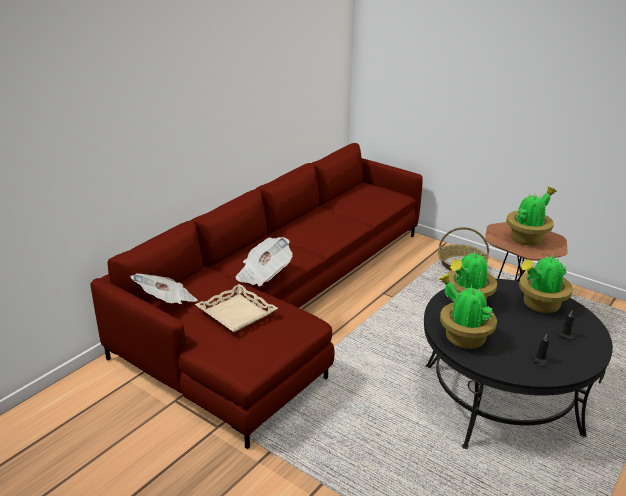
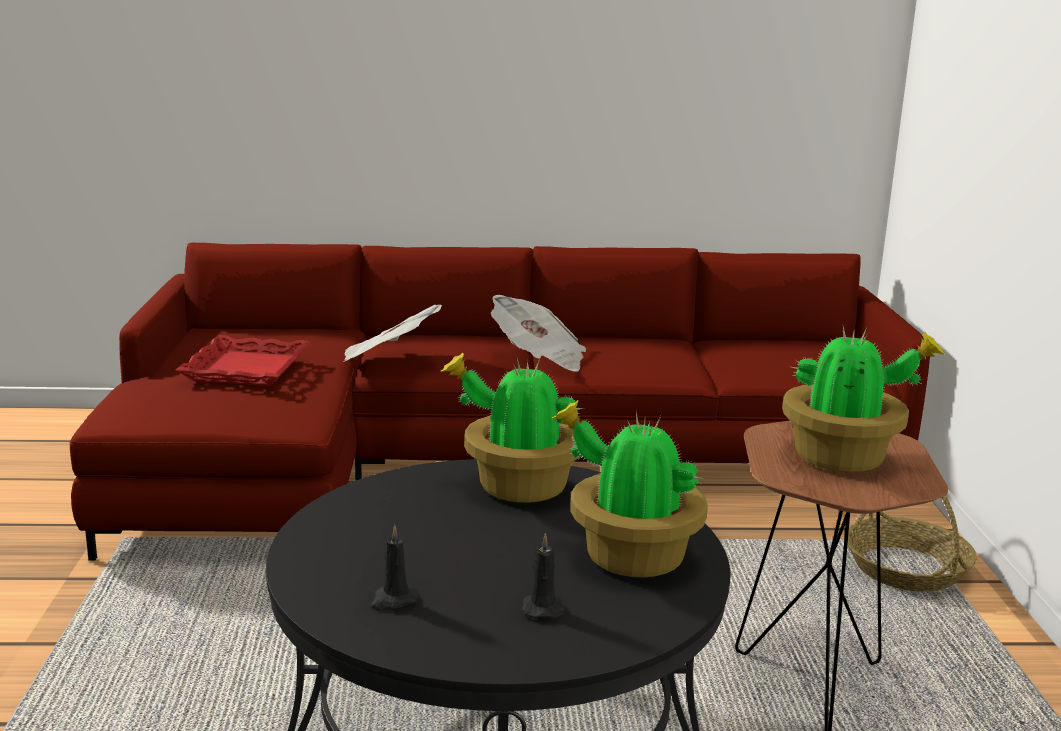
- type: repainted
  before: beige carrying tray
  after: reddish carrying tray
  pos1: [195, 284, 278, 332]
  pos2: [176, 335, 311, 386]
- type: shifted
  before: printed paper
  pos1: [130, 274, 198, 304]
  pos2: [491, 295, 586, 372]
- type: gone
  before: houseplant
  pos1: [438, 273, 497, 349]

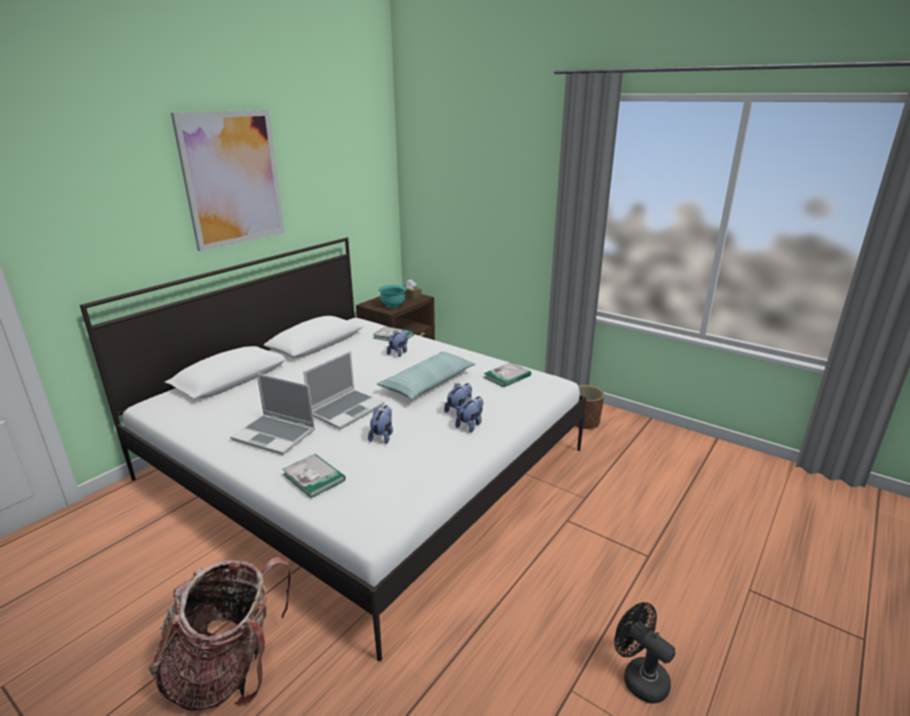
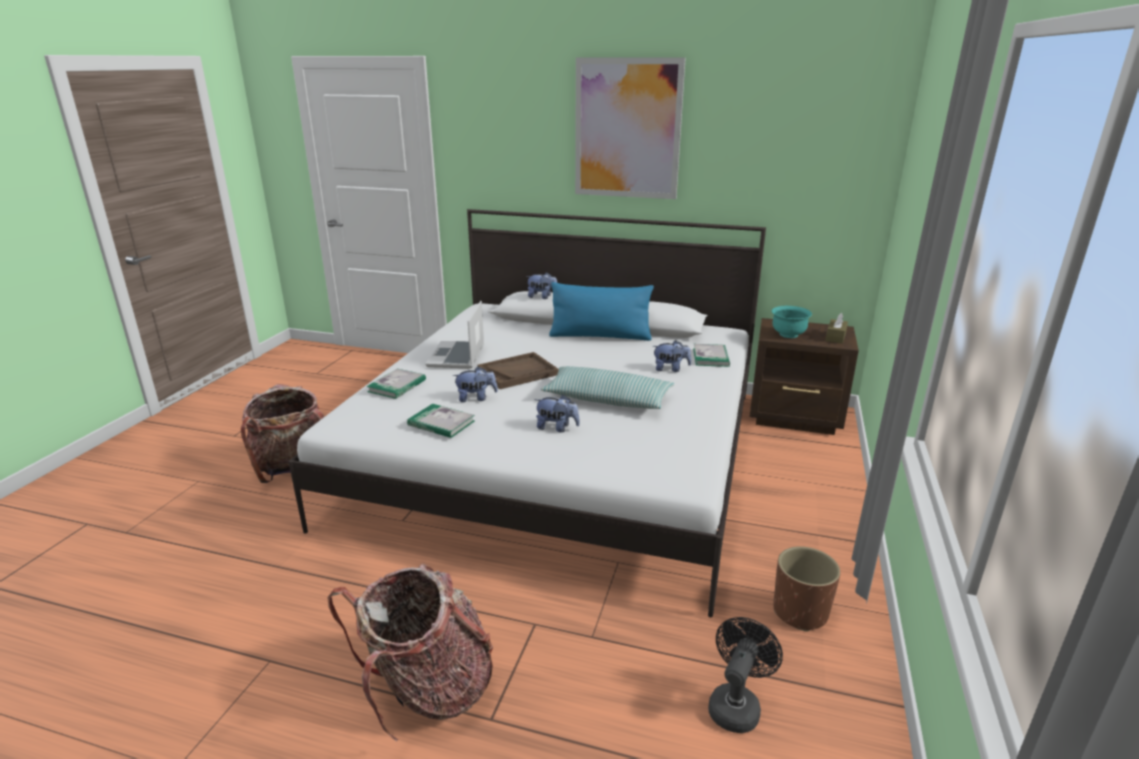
- type: new
  after: knapsack
  pos2: [327, 563, 493, 742]
- type: shifted
  before: book
  pos1: [484, 362, 531, 387]
  pos2: [407, 404, 475, 438]
- type: swapped
  before: notebook computer
  after: brown-coloured carrying tray
  pos1: [303, 351, 385, 429]
  pos2: [477, 352, 559, 389]
- type: shifted
  before: plush toy
  pos1: [455, 396, 483, 433]
  pos2: [526, 272, 557, 299]
- type: new
  after: blue throw pillow
  pos2: [549, 282, 654, 341]
- type: shifted
  before: blackish electric fan
  pos1: [614, 602, 675, 704]
  pos2: [708, 617, 783, 733]

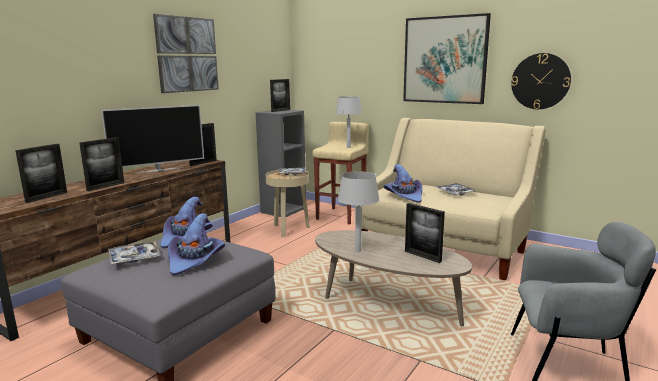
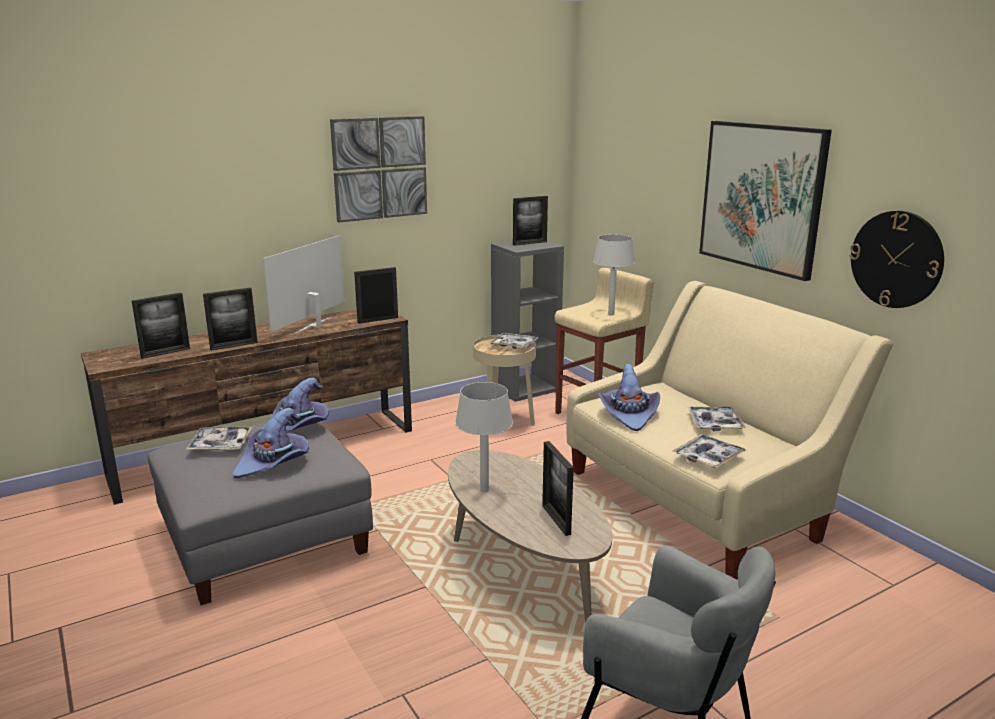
- type: rotated
  before: television
  pos1: [101, 105, 204, 173]
  pos2: [263, 235, 345, 334]
  turn: 120
- type: new
  after: carrying tray
  pos2: [673, 434, 746, 468]

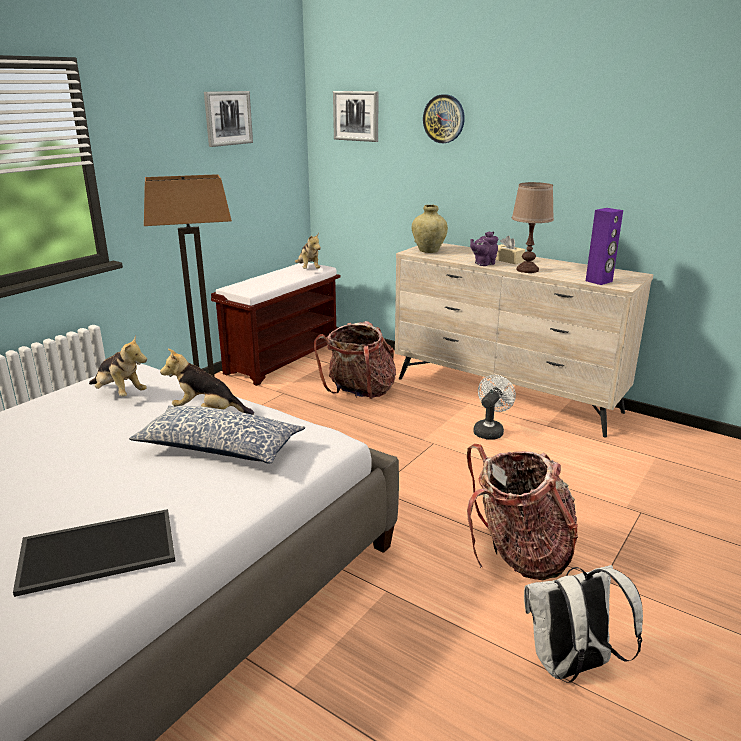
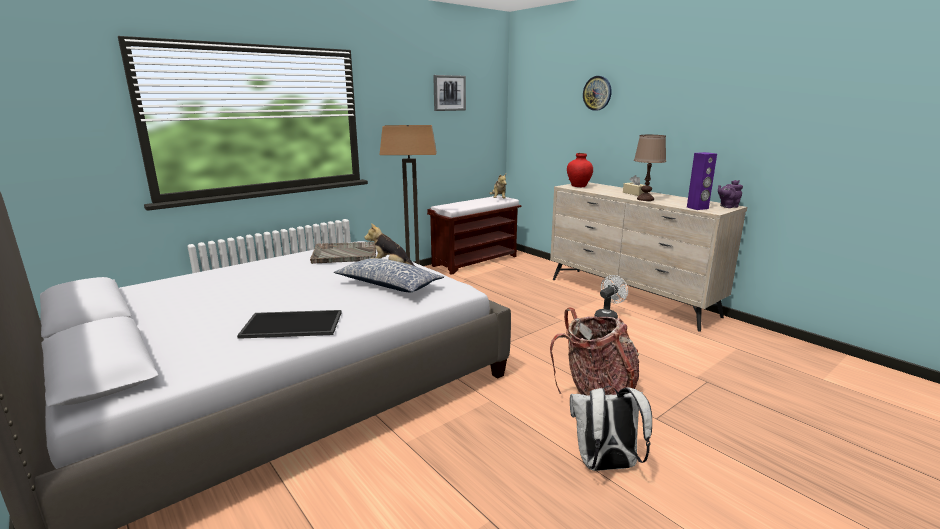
- type: swapped
  before: plush toy
  after: greyish carrying tray
  pos1: [89, 335, 147, 397]
  pos2: [310, 242, 376, 264]
- type: repainted
  before: beige vase
  after: reddish vase
  pos1: [412, 205, 448, 253]
  pos2: [567, 153, 593, 187]
- type: shifted
  before: purple pot for tea
  pos1: [470, 231, 498, 266]
  pos2: [718, 180, 743, 208]
- type: gone
  before: knapsack
  pos1: [314, 321, 396, 399]
- type: gone
  before: wall art
  pos1: [333, 91, 378, 142]

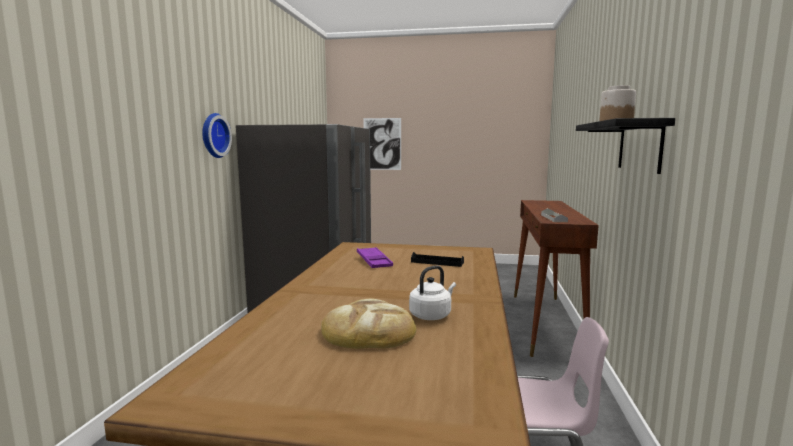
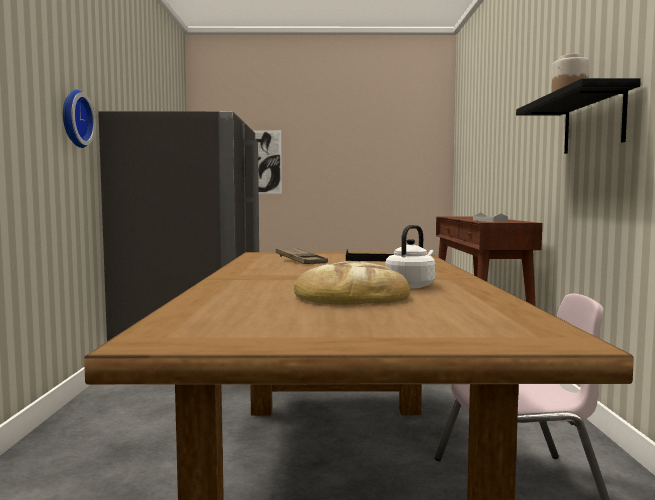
- type: repainted
  before: purple carrying tray
  after: brown-coloured carrying tray
  pos1: [357, 247, 393, 268]
  pos2: [276, 248, 328, 264]

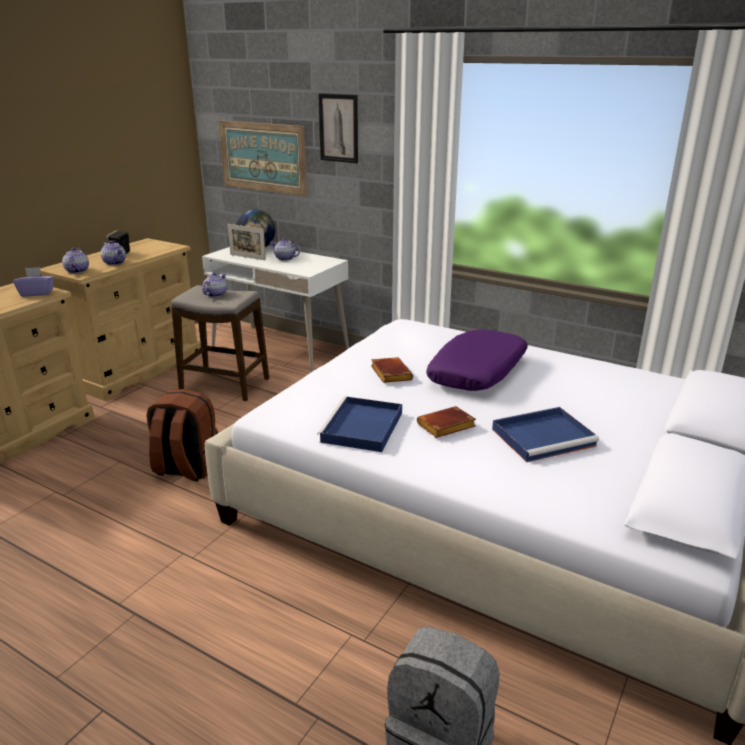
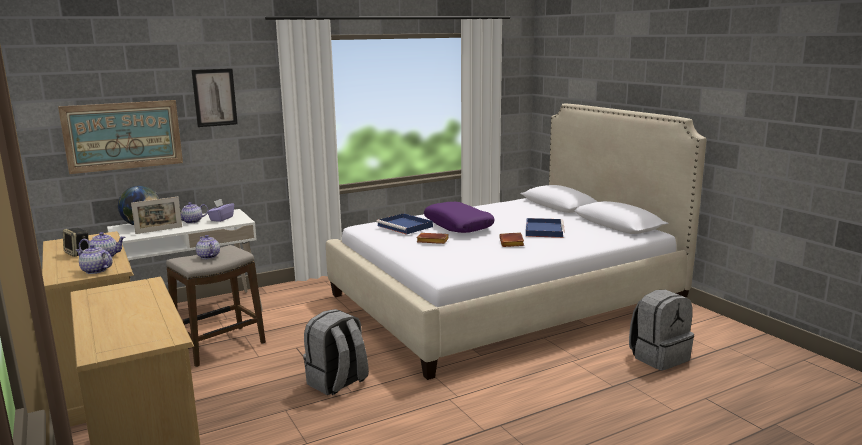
- type: shifted
  before: purple box of tissues
  pos1: [13, 267, 54, 297]
  pos2: [207, 199, 234, 222]
- type: repainted
  before: brown-coloured knapsack
  after: greyish knapsack
  pos1: [147, 389, 218, 482]
  pos2: [304, 309, 369, 395]
- type: shifted
  before: blue carrying tray
  pos1: [317, 396, 402, 452]
  pos2: [376, 213, 433, 235]

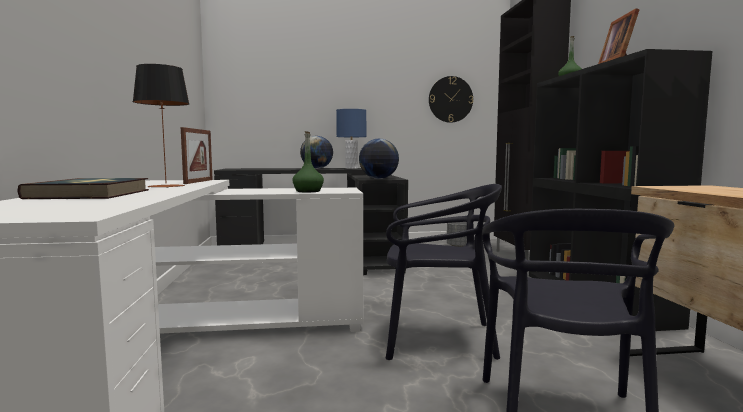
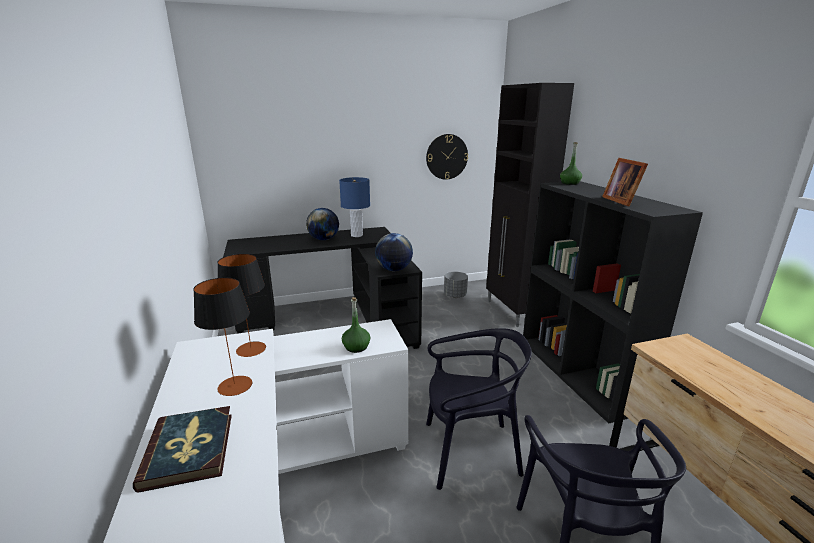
- type: swapped
  before: picture frame
  after: tabletop lamp
  pos1: [181, 127, 213, 184]
  pos2: [217, 254, 266, 357]

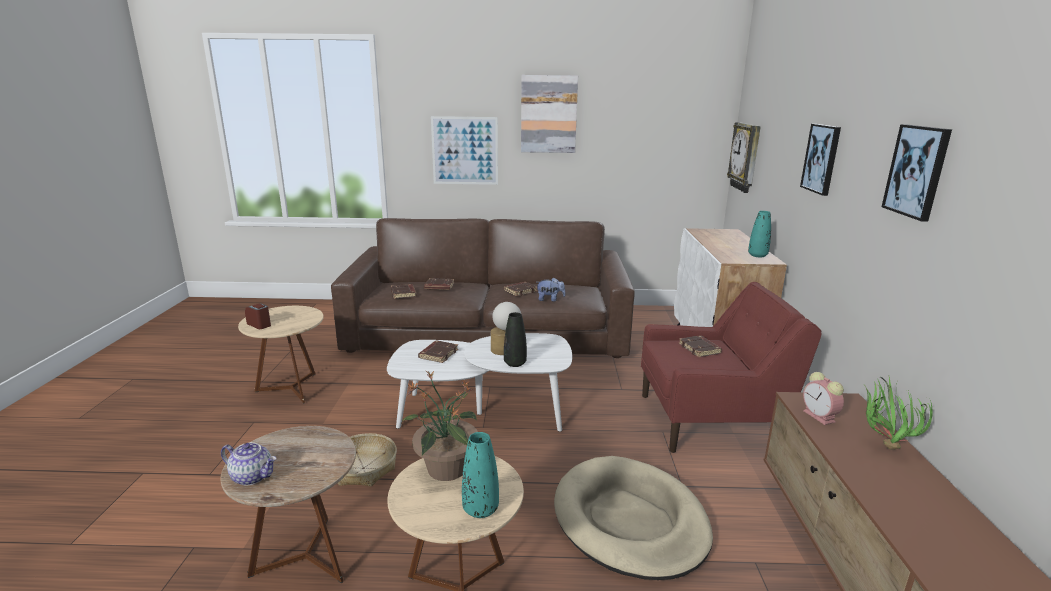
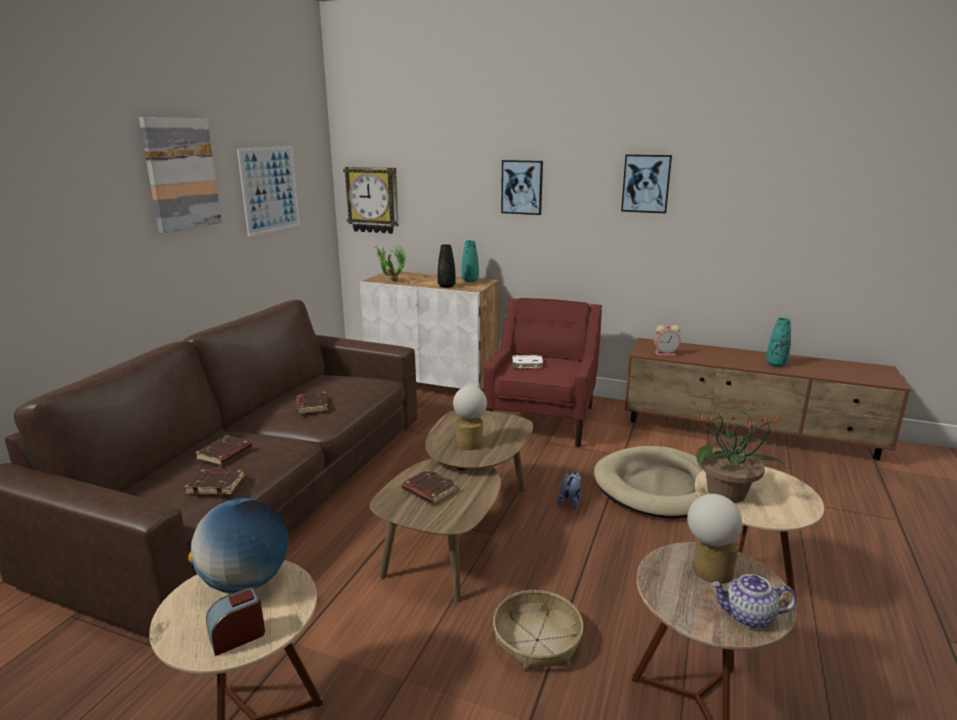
- type: new
  after: world globe
  pos2: [188, 498, 288, 593]
- type: shifted
  before: wall art
  pos1: [431, 116, 498, 185]
  pos2: [237, 146, 300, 236]
- type: repainted
  before: white low table
  after: brown-coloured low table
  pos1: [387, 333, 572, 432]
  pos2: [370, 410, 533, 602]
- type: shifted
  before: houseplant
  pos1: [863, 377, 933, 450]
  pos2: [374, 244, 406, 281]
- type: shifted
  before: blackish vase
  pos1: [504, 312, 527, 367]
  pos2: [438, 244, 456, 288]
- type: repainted
  before: brown-coloured book
  after: white book
  pos1: [679, 335, 722, 357]
  pos2: [512, 355, 544, 369]
- type: shifted
  before: plush toy
  pos1: [537, 277, 565, 302]
  pos2: [557, 471, 581, 509]
- type: new
  after: tabletop lamp
  pos2: [687, 494, 742, 584]
- type: rotated
  before: pot for tea
  pos1: [221, 442, 276, 486]
  pos2: [711, 574, 796, 628]
  turn: -120
- type: shifted
  before: turquoise vase
  pos1: [462, 432, 499, 518]
  pos2: [766, 318, 791, 367]

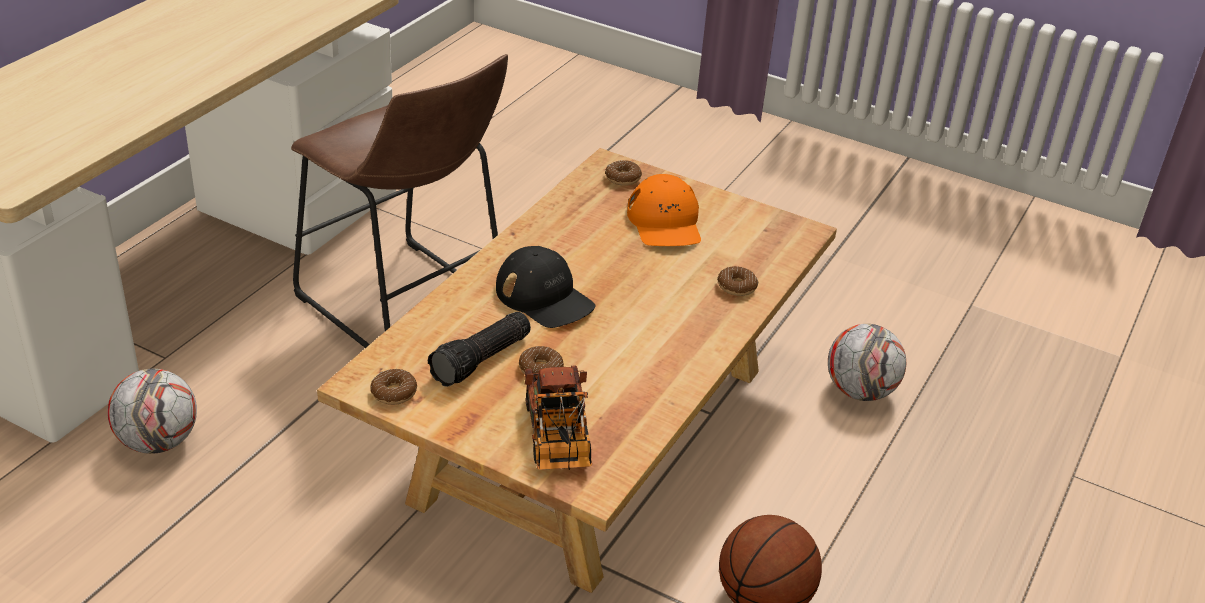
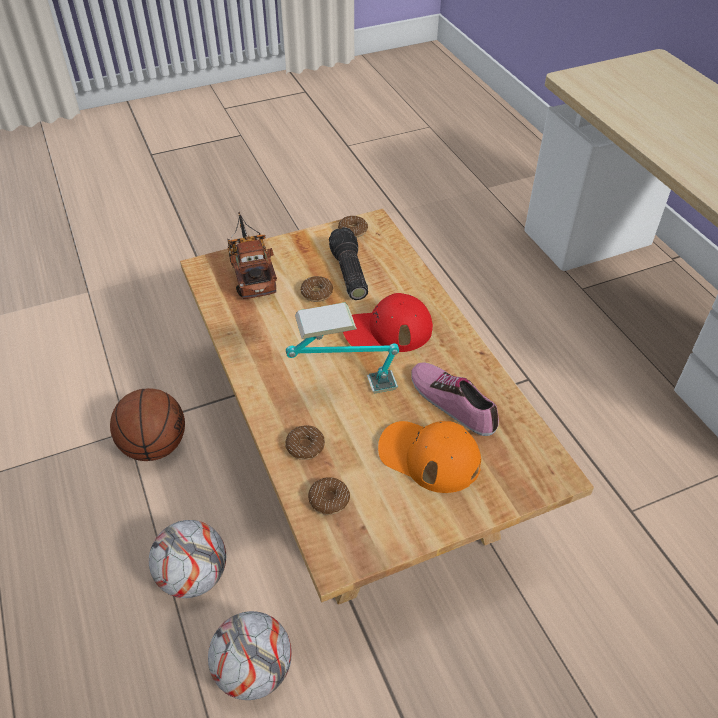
- type: shifted
  before: football
  pos1: [107, 369, 197, 454]
  pos2: [149, 520, 226, 598]
- type: rotated
  before: toy lorry
  pos1: [525, 365, 592, 470]
  pos2: [227, 212, 277, 299]
  turn: 45
- type: new
  after: tabletop lamp
  pos2: [286, 302, 399, 393]
- type: shifted
  before: ring doughnut
  pos1: [605, 160, 642, 186]
  pos2: [308, 477, 350, 515]
- type: repainted
  before: blackish cap
  after: reddish cap
  pos1: [496, 246, 596, 328]
  pos2: [343, 293, 433, 352]
- type: new
  after: low shoe
  pos2: [411, 362, 499, 436]
- type: gone
  before: brown-coloured sitting stool
  pos1: [291, 54, 508, 348]

